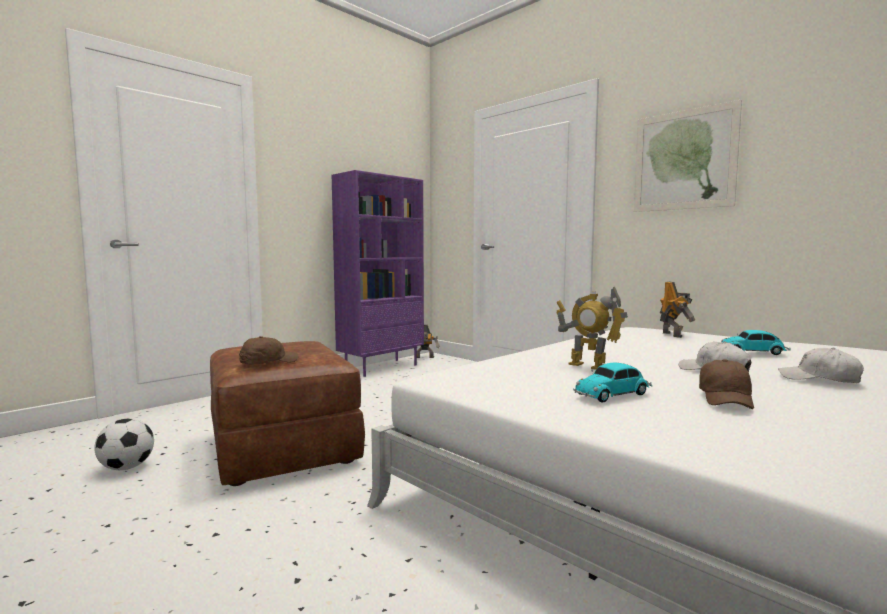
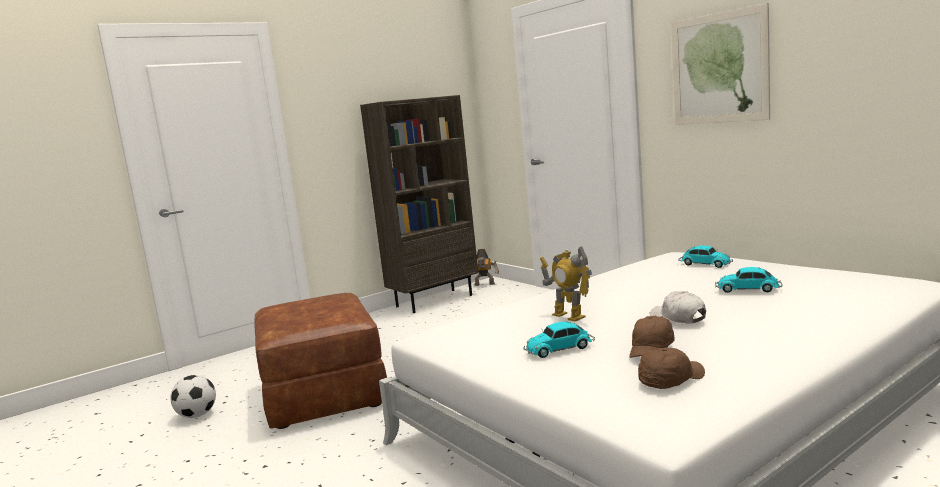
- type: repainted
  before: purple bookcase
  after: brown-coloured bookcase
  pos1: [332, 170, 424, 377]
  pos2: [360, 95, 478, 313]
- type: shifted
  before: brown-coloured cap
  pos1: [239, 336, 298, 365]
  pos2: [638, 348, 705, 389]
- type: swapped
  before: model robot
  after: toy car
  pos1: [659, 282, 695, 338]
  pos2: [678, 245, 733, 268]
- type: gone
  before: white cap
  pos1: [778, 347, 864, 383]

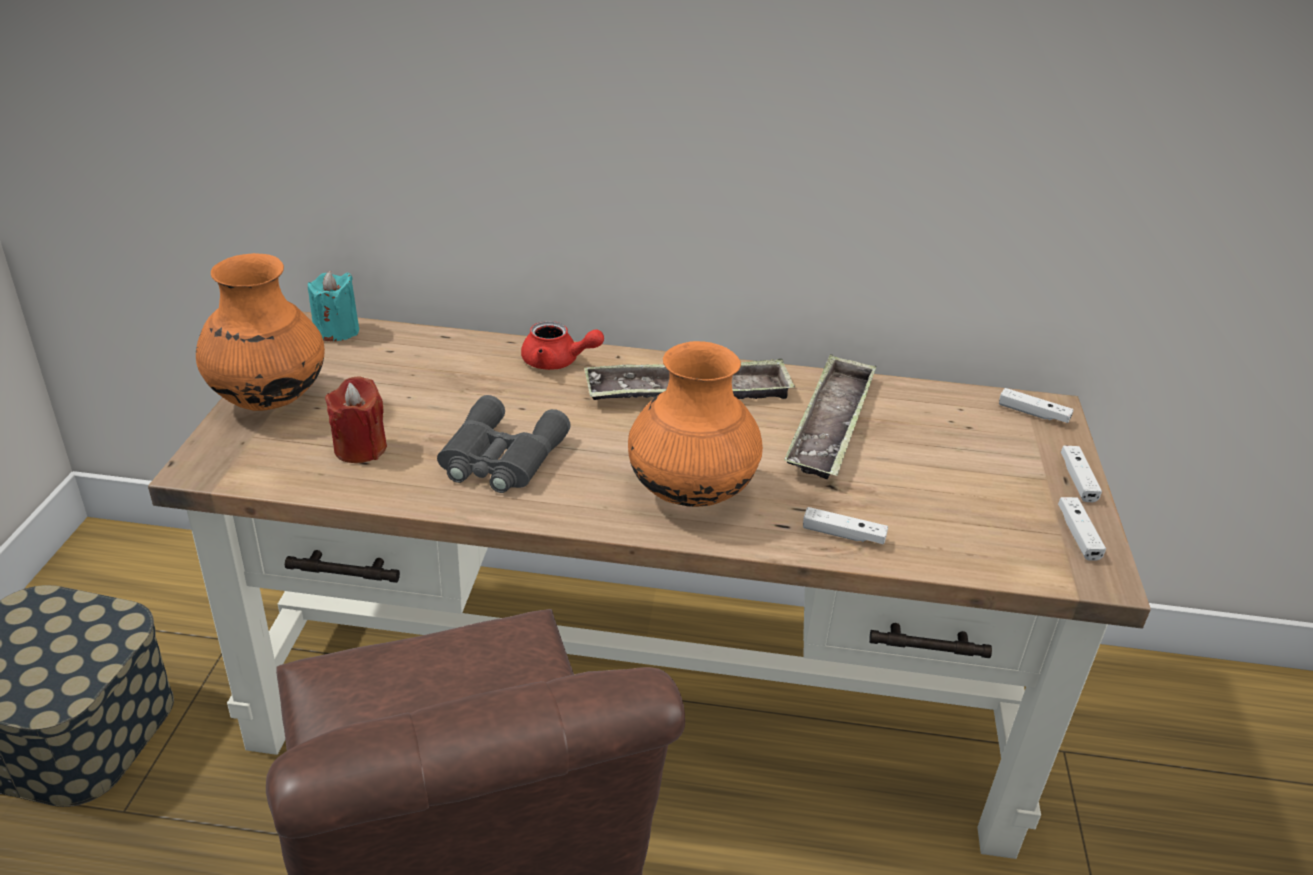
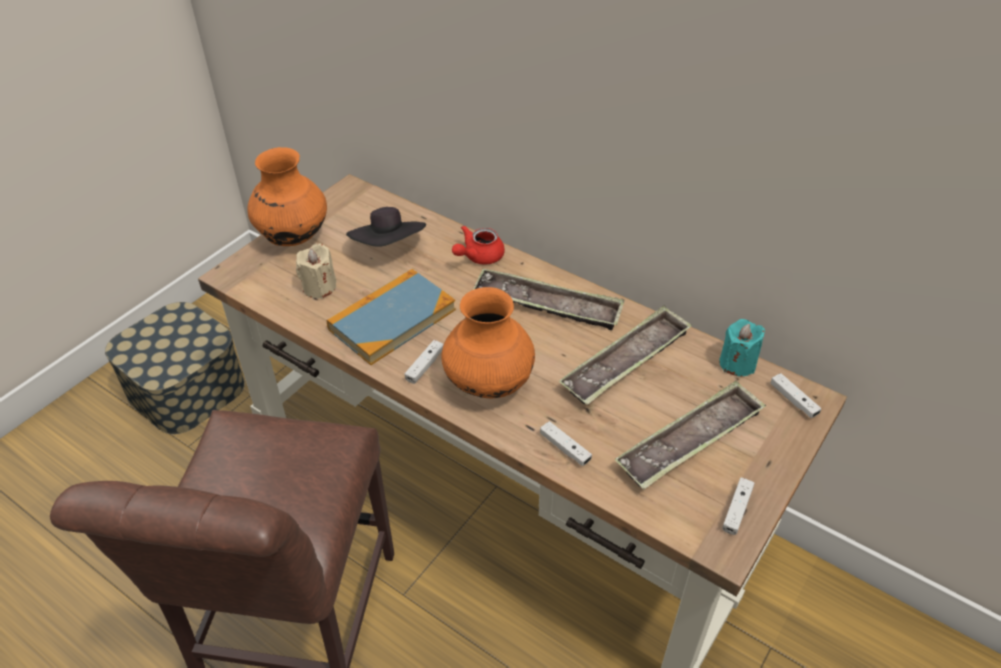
- type: repainted
  before: reddish wax candle
  after: beige wax candle
  pos1: [325, 376, 387, 463]
  pos2: [296, 243, 336, 299]
- type: swapped
  before: greyish field glasses
  after: book
  pos1: [437, 395, 571, 493]
  pos2: [327, 269, 456, 365]
- type: new
  after: blackish wearable hat
  pos2: [346, 207, 426, 247]
- type: shifted
  before: white game controller
  pos1: [1061, 445, 1102, 502]
  pos2: [404, 340, 444, 384]
- type: rotated
  before: reddish pot for tea
  pos1: [521, 321, 604, 370]
  pos2: [452, 225, 505, 265]
  turn: 90
- type: new
  after: carrying tray
  pos2: [615, 380, 766, 489]
- type: shifted
  before: turquoise wax candle
  pos1: [308, 271, 359, 341]
  pos2: [719, 319, 765, 376]

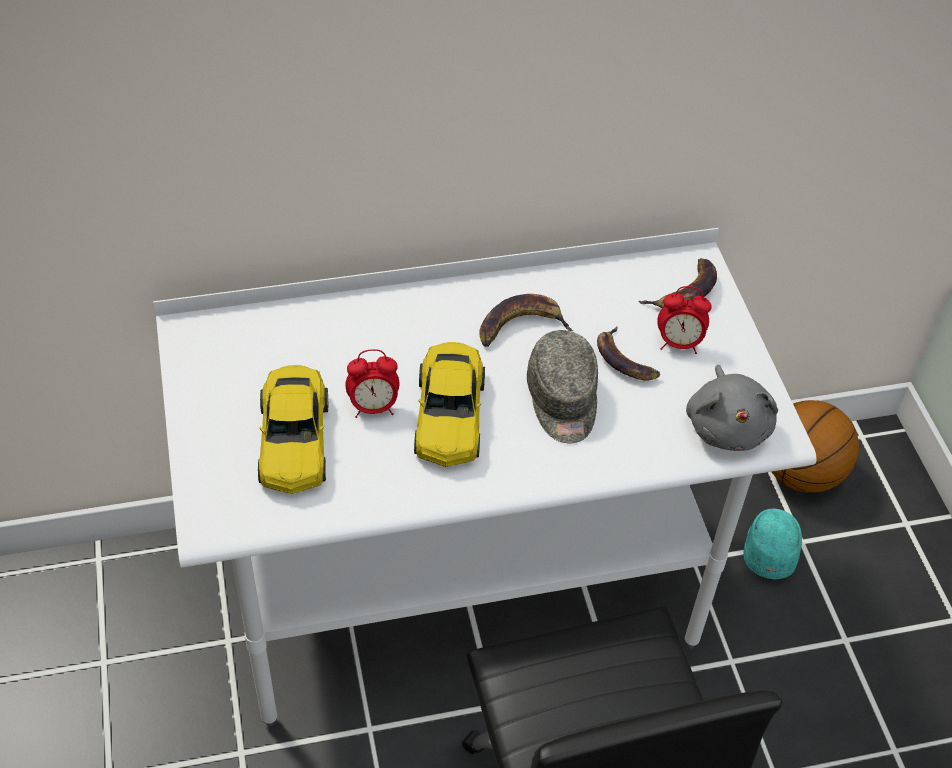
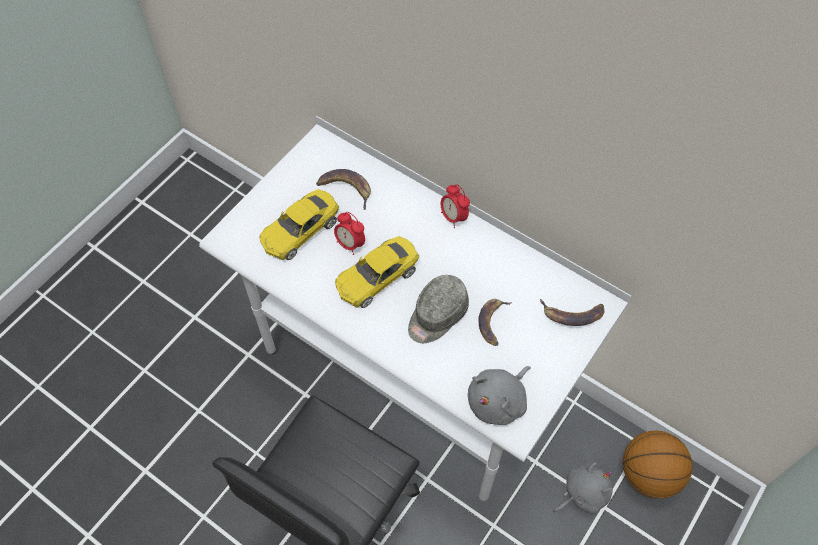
- type: shifted
  before: banana fruit
  pos1: [479, 294, 574, 347]
  pos2: [316, 169, 371, 210]
- type: shifted
  before: bedside clock
  pos1: [657, 286, 712, 354]
  pos2: [441, 184, 470, 228]
- type: swapped
  before: turquoise cap
  after: greyish plush toy
  pos1: [743, 509, 802, 579]
  pos2: [554, 462, 613, 514]

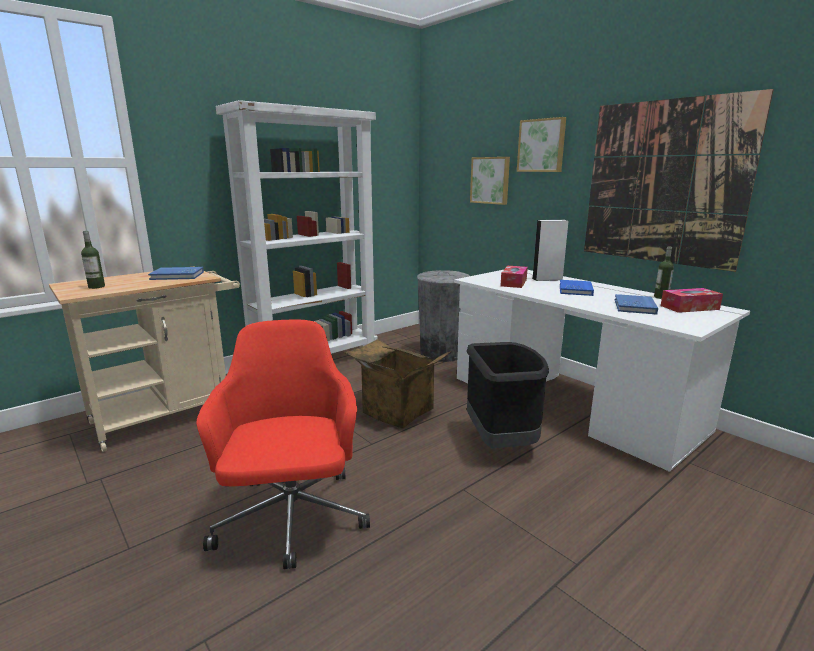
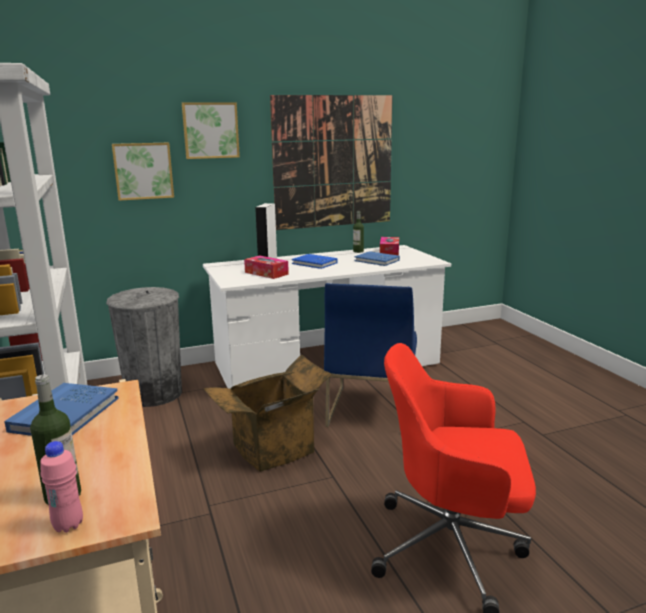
- type: new
  after: pink-coloured bottle
  pos2: [40, 441, 83, 533]
- type: swapped
  before: blackish trash can
  after: blue plain chair
  pos1: [466, 342, 549, 448]
  pos2: [324, 283, 417, 427]

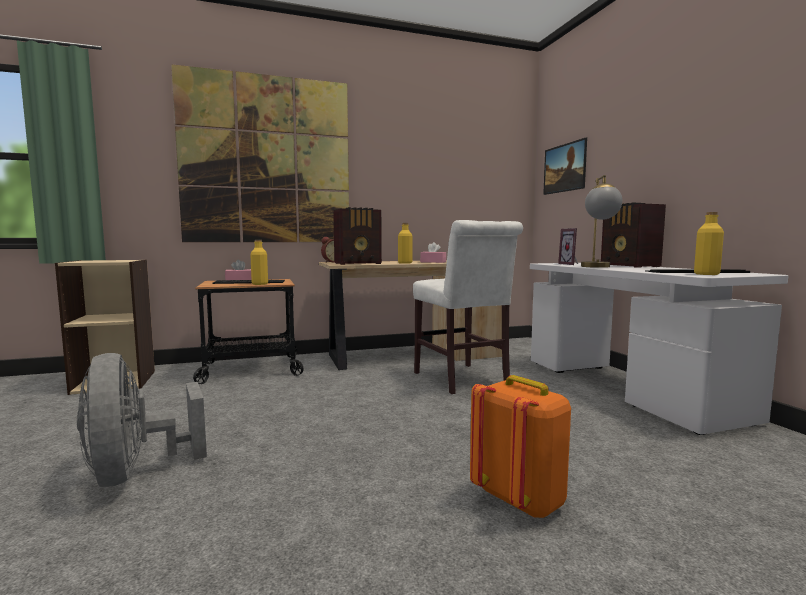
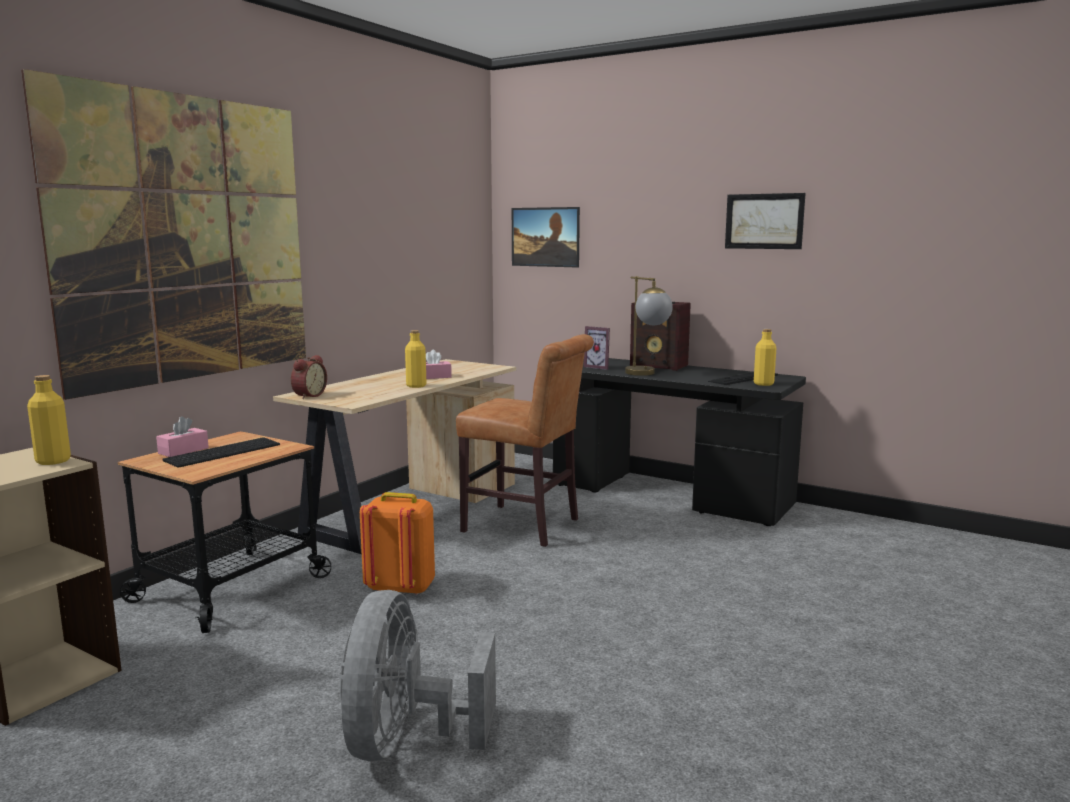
- type: shifted
  before: yellowish bottle
  pos1: [250, 240, 268, 285]
  pos2: [27, 375, 71, 465]
- type: rotated
  before: greyish electric fan
  pos1: [77, 353, 207, 487]
  pos2: [340, 590, 496, 761]
  turn: 75
- type: shifted
  before: orange knapsack
  pos1: [470, 375, 571, 519]
  pos2: [360, 492, 435, 595]
- type: repainted
  before: white plain chair
  after: brown-coloured plain chair
  pos1: [413, 220, 523, 395]
  pos2: [456, 334, 594, 547]
- type: repainted
  before: white desk
  after: blackish desk
  pos1: [530, 263, 789, 435]
  pos2: [553, 358, 806, 526]
- type: new
  after: wall art
  pos2: [725, 193, 806, 249]
- type: gone
  before: radio
  pos1: [333, 207, 382, 265]

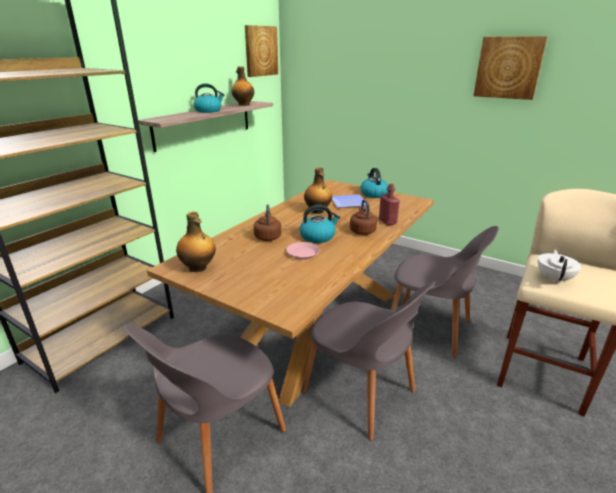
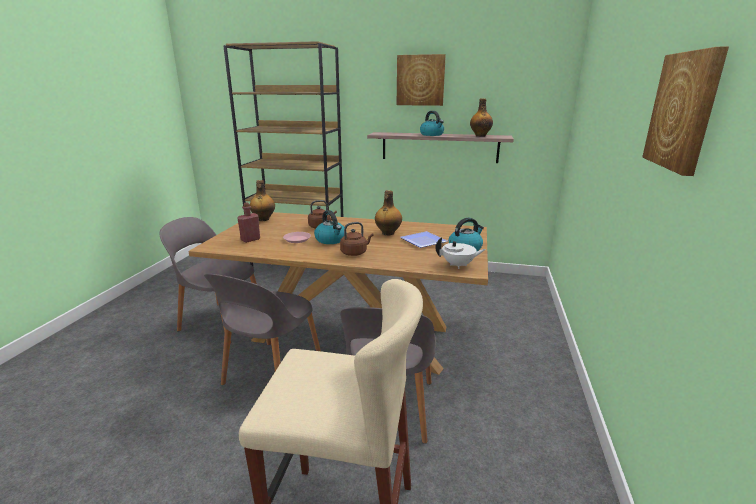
- type: shifted
  before: reddish bottle
  pos1: [379, 184, 400, 225]
  pos2: [237, 203, 260, 243]
- type: shifted
  before: wall art
  pos1: [245, 25, 278, 77]
  pos2: [397, 54, 446, 106]
- type: shifted
  before: white pot for tea
  pos1: [538, 250, 581, 284]
  pos2: [435, 237, 486, 269]

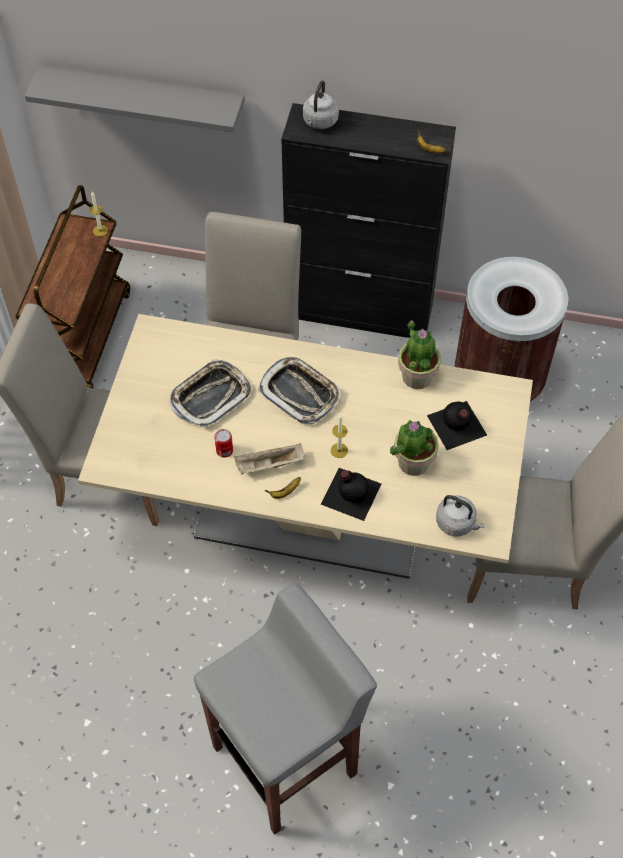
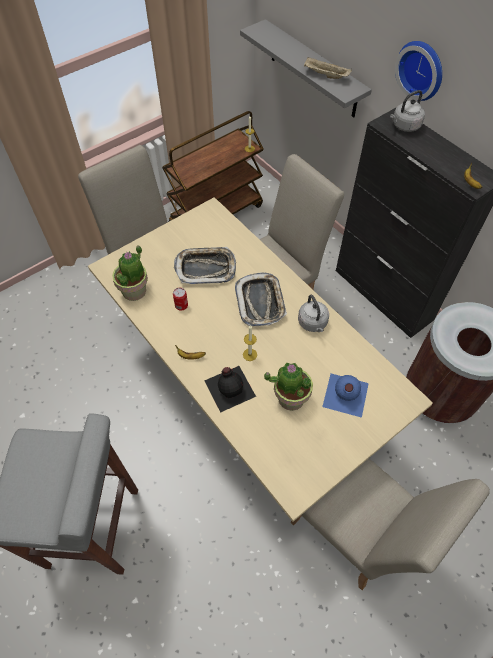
- type: shifted
  before: houseplant
  pos1: [398, 320, 441, 389]
  pos2: [112, 245, 148, 301]
- type: shifted
  before: greyish water kettle
  pos1: [436, 495, 485, 537]
  pos2: [298, 295, 329, 332]
- type: shifted
  before: beige carrying tray
  pos1: [234, 444, 305, 474]
  pos2: [304, 57, 352, 79]
- type: repainted
  before: blackish bottle
  after: blue bottle
  pos1: [427, 401, 487, 450]
  pos2: [322, 374, 369, 418]
- type: new
  after: clock on the wall
  pos2: [395, 41, 442, 101]

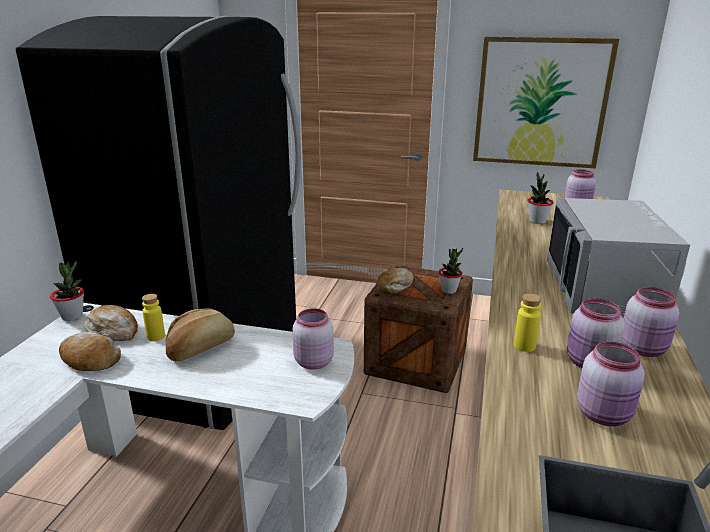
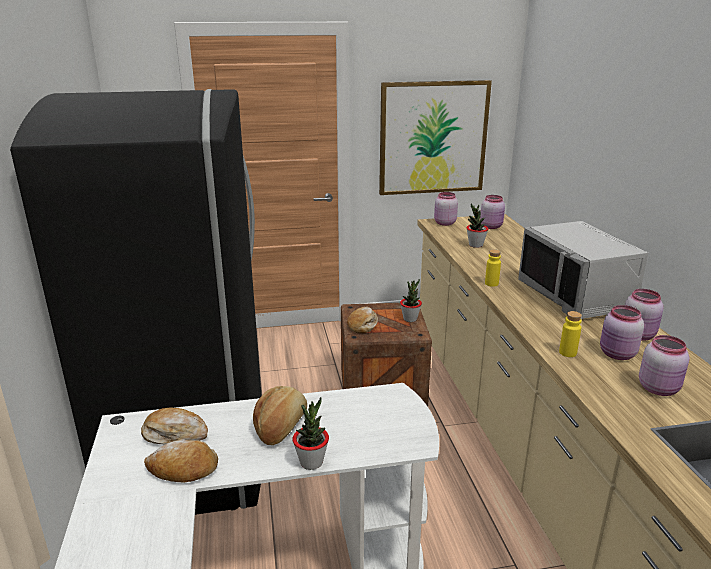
- type: shifted
  before: houseplant
  pos1: [50, 261, 84, 321]
  pos2: [292, 397, 329, 470]
- type: shifted
  before: pink-coloured jar
  pos1: [292, 308, 334, 370]
  pos2: [434, 192, 458, 226]
- type: shifted
  before: yellowish bottle
  pos1: [142, 294, 165, 341]
  pos2: [485, 249, 501, 287]

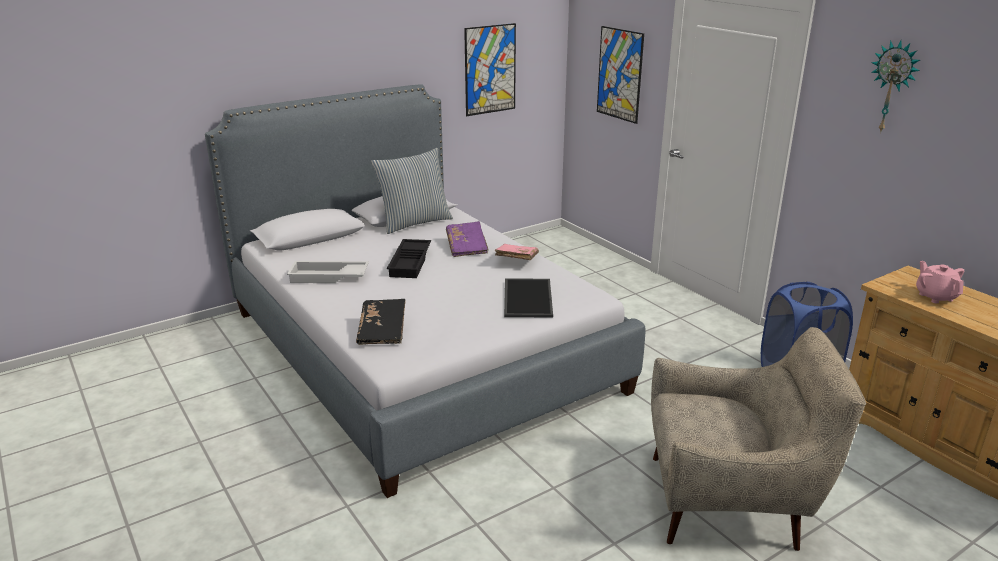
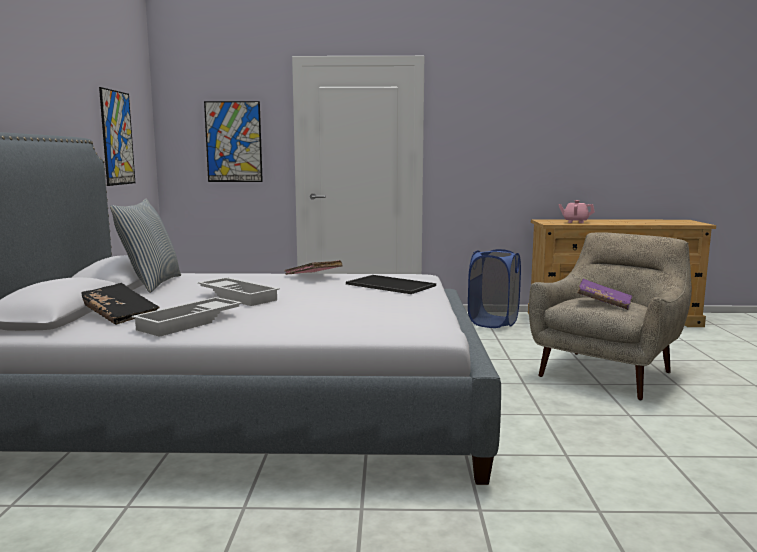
- type: shifted
  before: blackish book
  pos1: [356, 299, 406, 345]
  pos2: [82, 283, 160, 325]
- type: repainted
  before: blackish carrying tray
  after: white carrying tray
  pos1: [387, 239, 431, 278]
  pos2: [198, 277, 280, 306]
- type: shifted
  before: purple book
  pos1: [446, 221, 489, 257]
  pos2: [577, 279, 632, 310]
- type: gone
  before: clock on the wall
  pos1: [871, 40, 920, 133]

